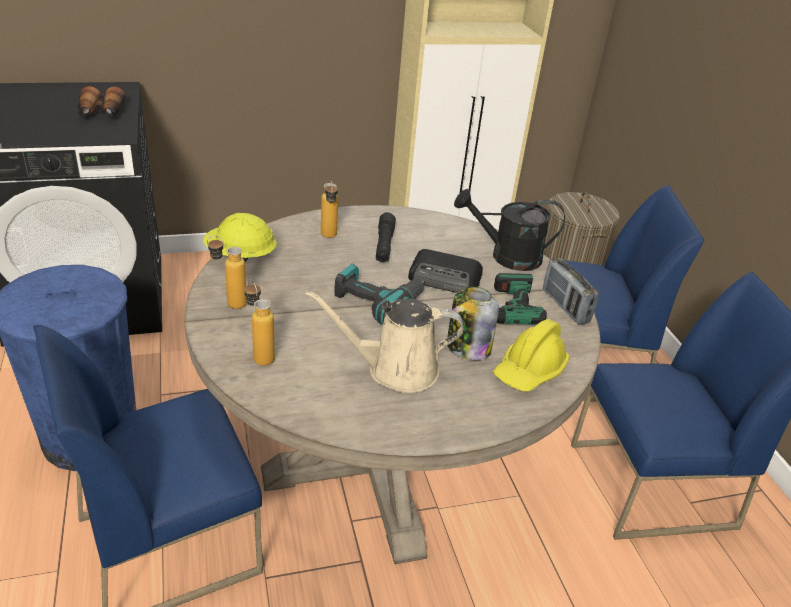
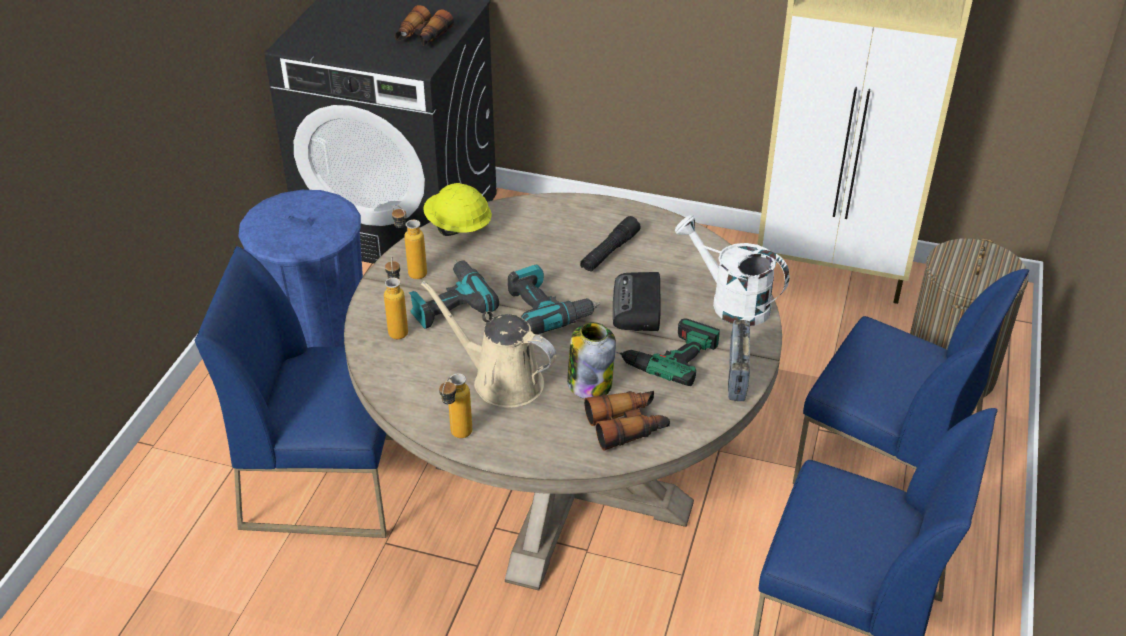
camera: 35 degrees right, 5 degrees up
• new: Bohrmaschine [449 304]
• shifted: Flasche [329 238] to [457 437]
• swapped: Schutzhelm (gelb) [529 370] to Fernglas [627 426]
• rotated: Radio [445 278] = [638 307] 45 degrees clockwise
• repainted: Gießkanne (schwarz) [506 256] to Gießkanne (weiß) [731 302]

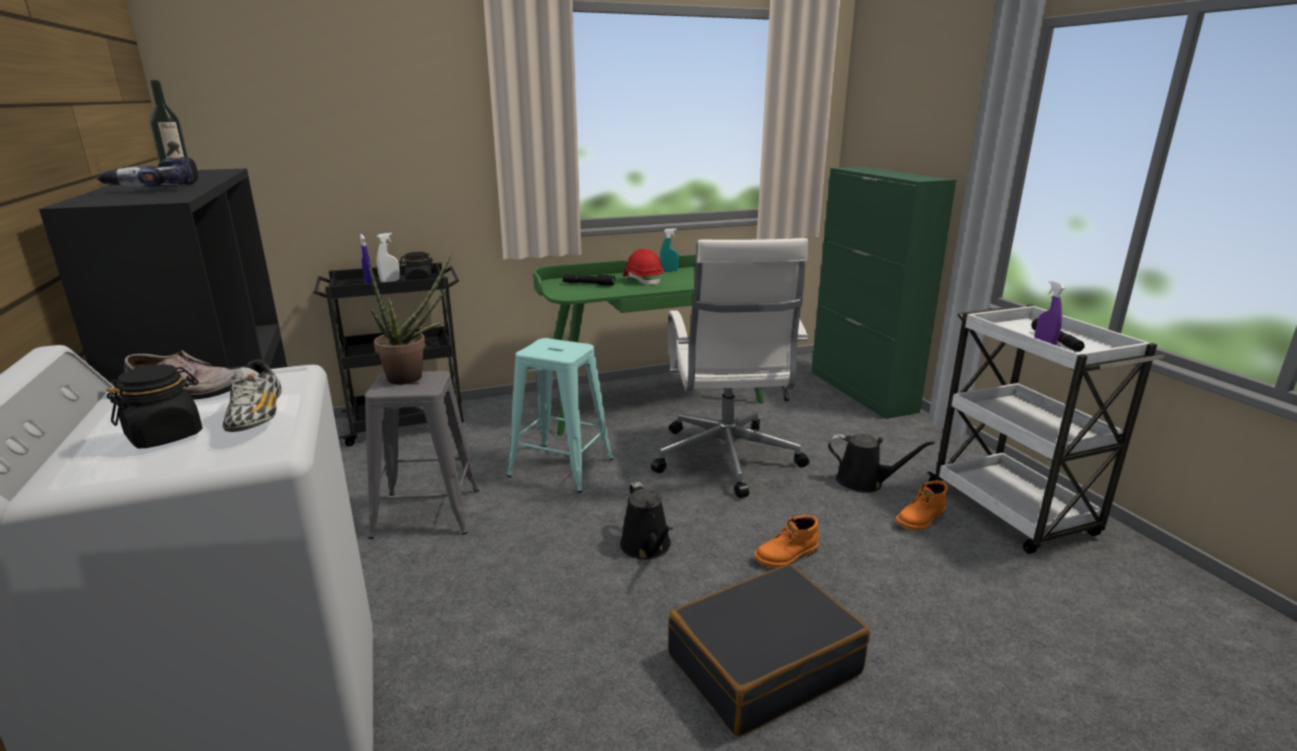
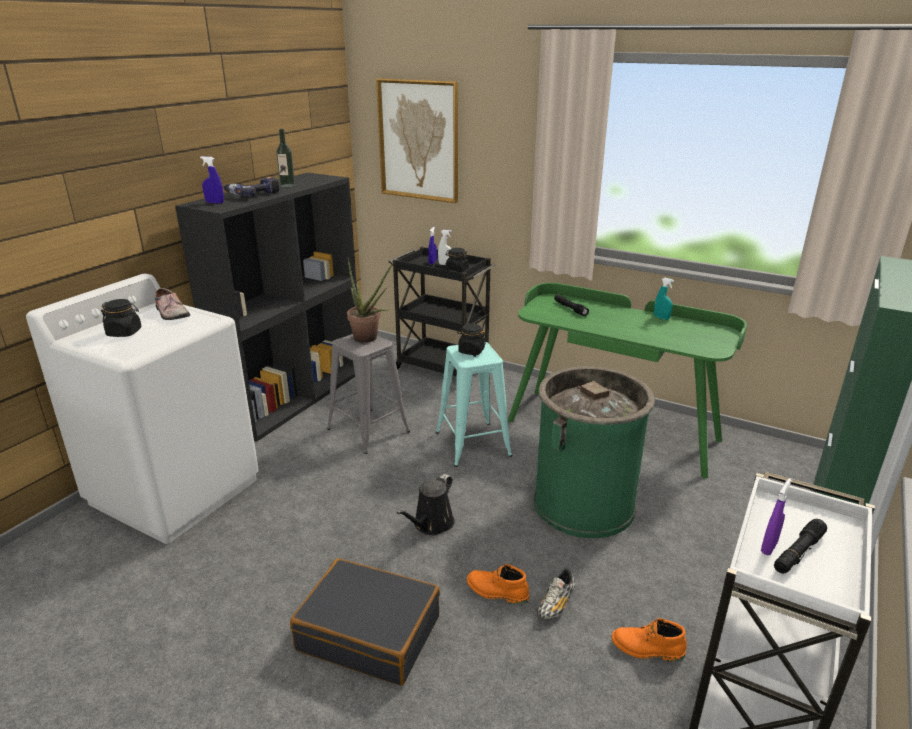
camera: 50 degrees right, 5 degrees up
• new: Sprühflasche (blau) [215 203]
• new: Bild [418 140]
• new: Vorratsglas (schwarz) [471 351]
• swapped: Bürostuhl (weiß) [726 460] to Mülleimer (grün) [583 504]
• shifted: Schuh [257 418] to [556 603]
• gone: Schutzhelm (rot) [643 280]
• gone: Gießkanne (schwarz) [864 482]

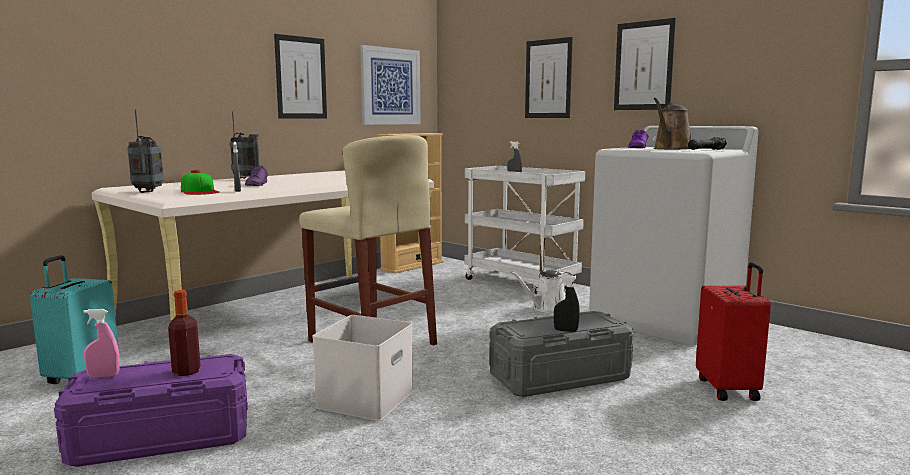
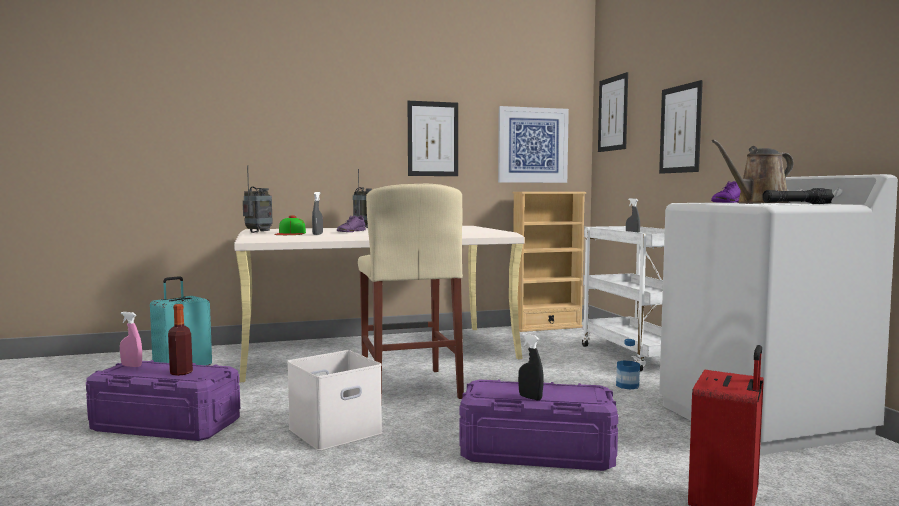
camera: 30 degrees right, 5 degrees down
• repainted: Aufbewahrungsbox (grau) [560 377] to Aufbewahrungsbox (lila) [537 452]
• shifted: Bild [643 66] to [613 113]
• swapped: Gießkanne (weiß) [547 309] to Flasche [627 385]

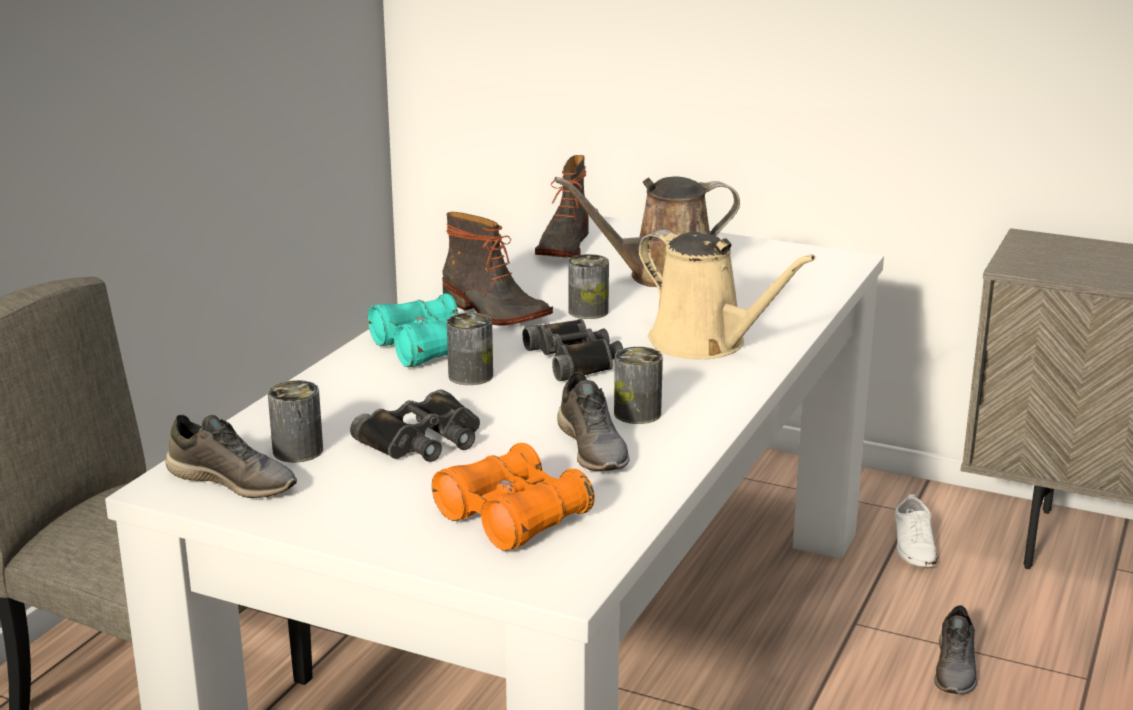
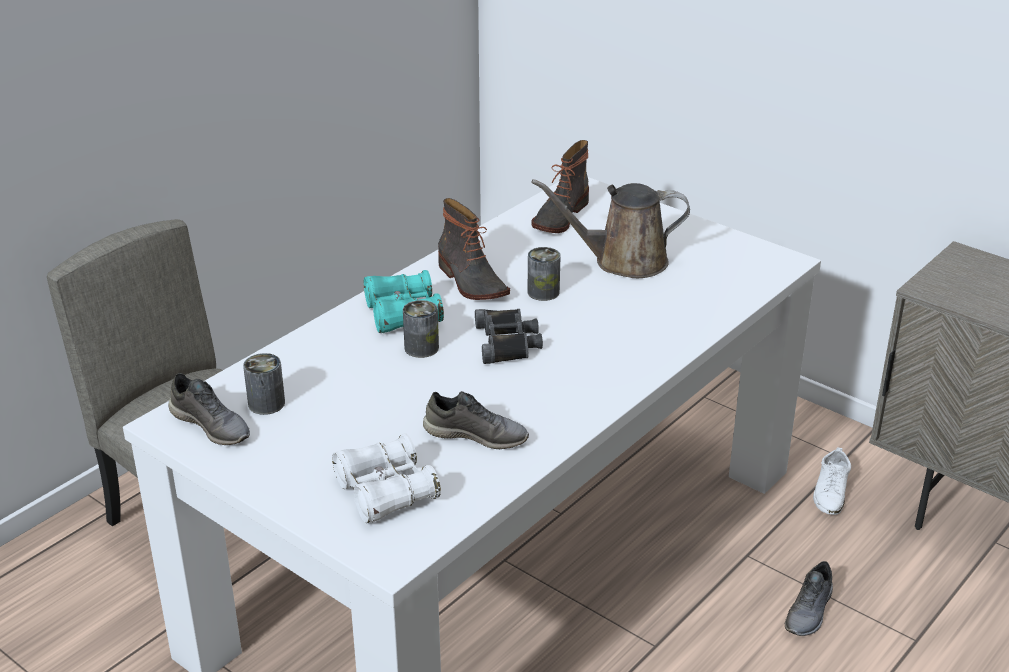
camera: 15 degrees right, 10 degrees up
• repainted: Fernglas (orange) [512 517] to Fernglas (weiß) [386 491]
• rotated: Schuh (grau) [594 448] = [476 435] 75 degrees counterclockwise
• gone: Fernglas (schwarz) [423 440]
• gone: Dose [637 413]
• gone: Gießkanne (beige) [704 343]

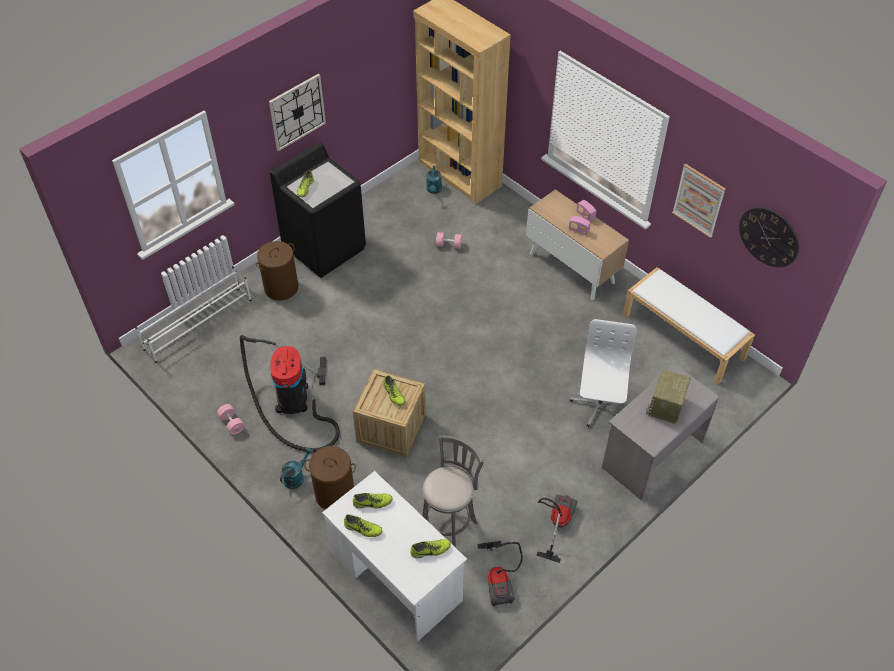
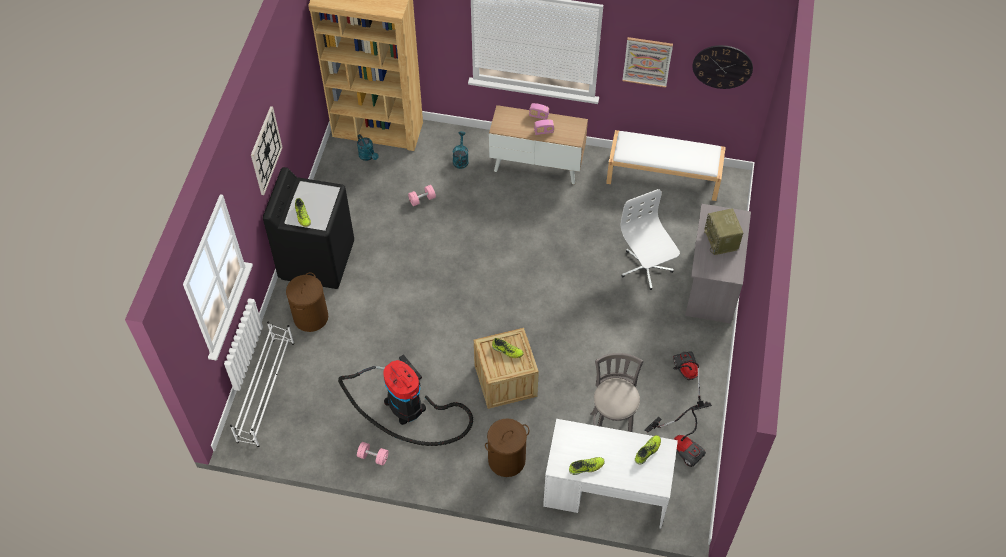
camera: 35 degrees left, 5 degrees up
• shifted: Gießkanne (türkis) [296 477] to [460 159]
• gone: Schuh [372 503]

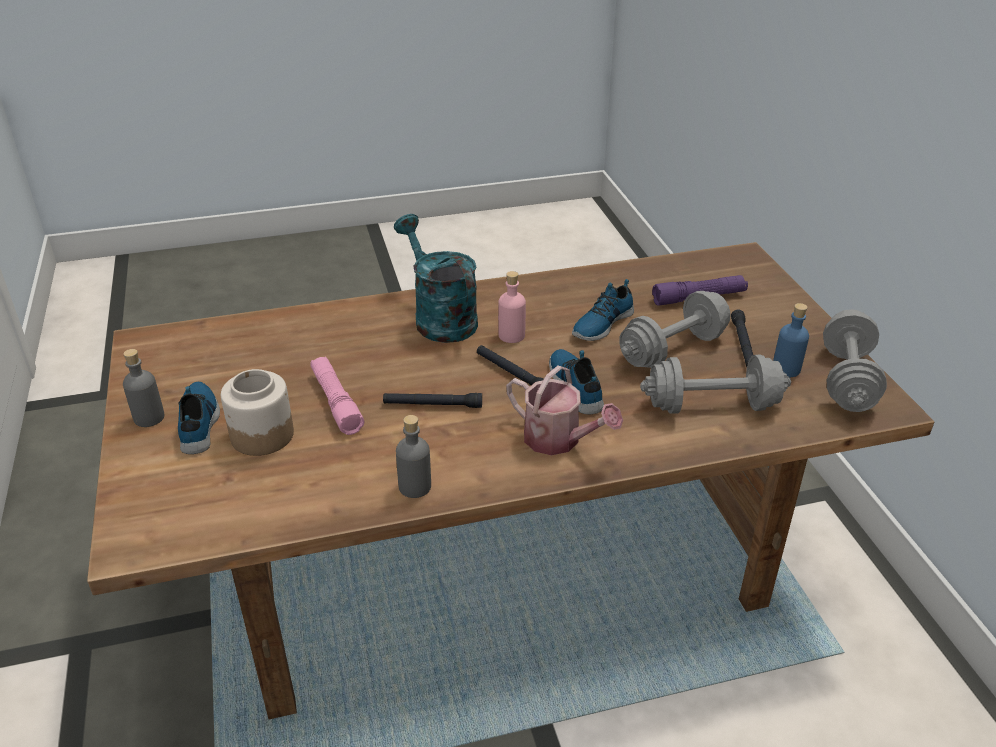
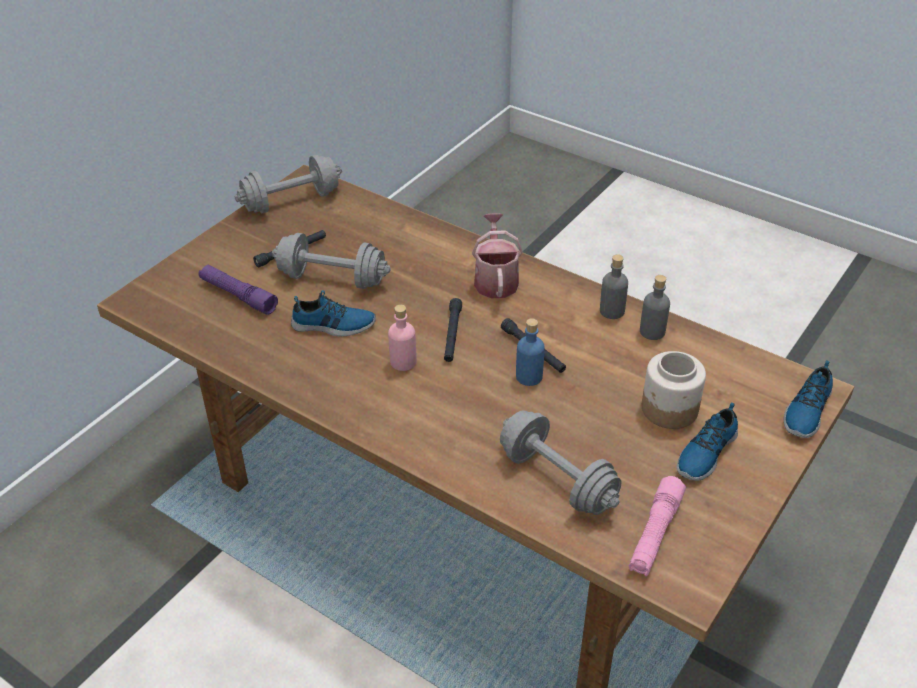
camera: 130 degrees left, 5 degrees up
• shifted: Hantel (grau) [711 405] to [557 479]
• shifted: Flasche (blau) [786 369] to [529 376]
• shifted: Taschenlampe (rosa) [336 402] to [655 534]
• shifted: Flasche (grau) [149 417] to [652 331]
• shifted: Schuh [577 386] to [806 411]
• gone: Gießkanne (türkis) [439 318]

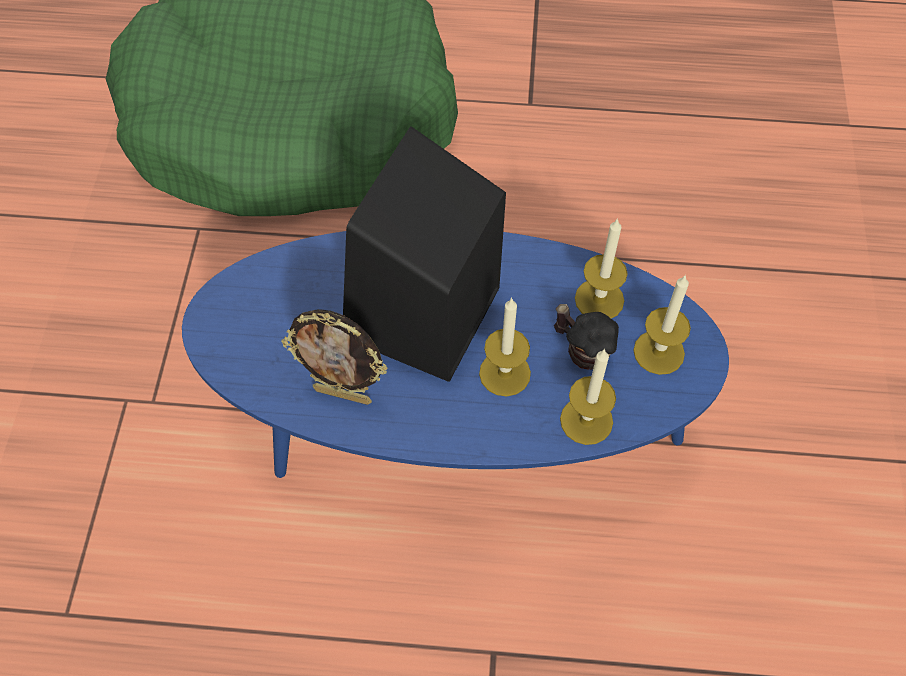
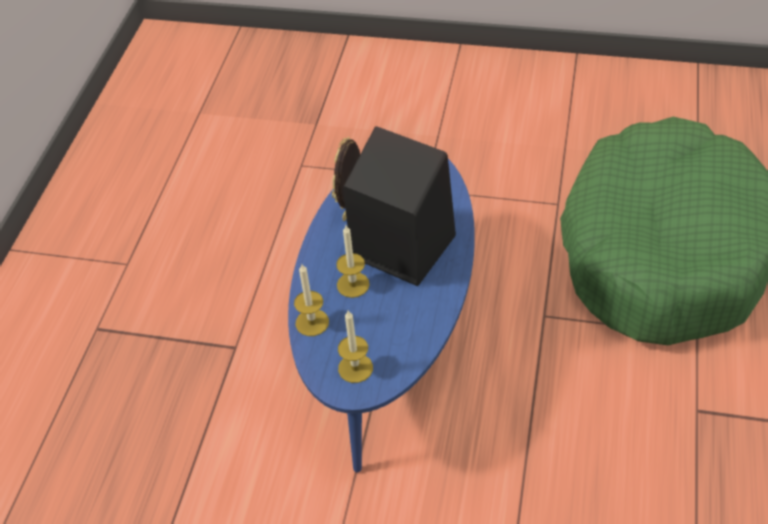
camera: 100 degrees right, 10 degrees down
• gone: Henkelbecher [582 350]
• gone: Kerze [599 299]

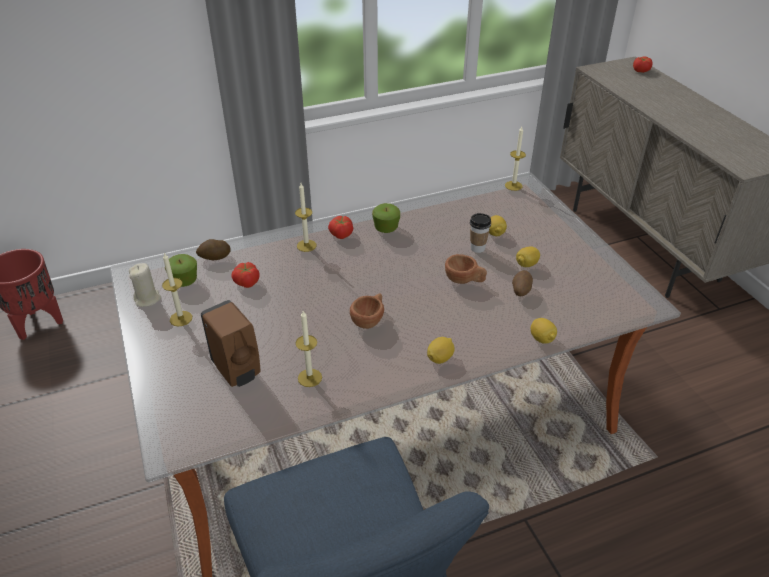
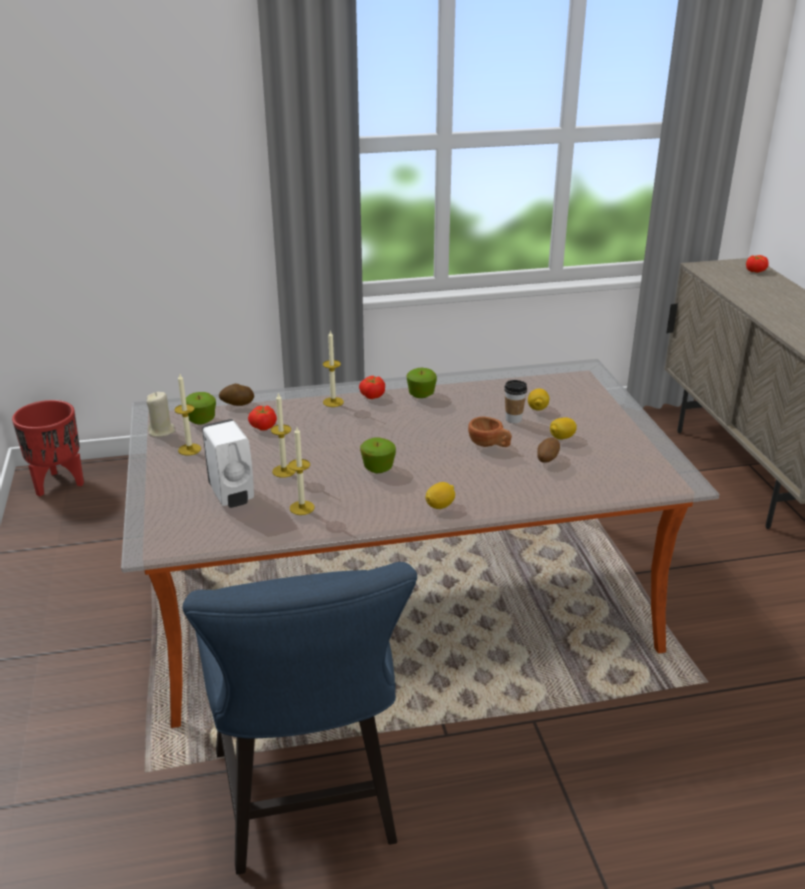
camera: 10 degrees right, 10 degrees down
• repainted: Seifenspender (braun) [237 371] to Seifenspender (weiß) [232 496]
• shifted: Kerze [513 186] to [284 471]
• swapped: Tasse (braun) [369 320] to Apfel [378 468]
• gone: Zitrone [542 339]

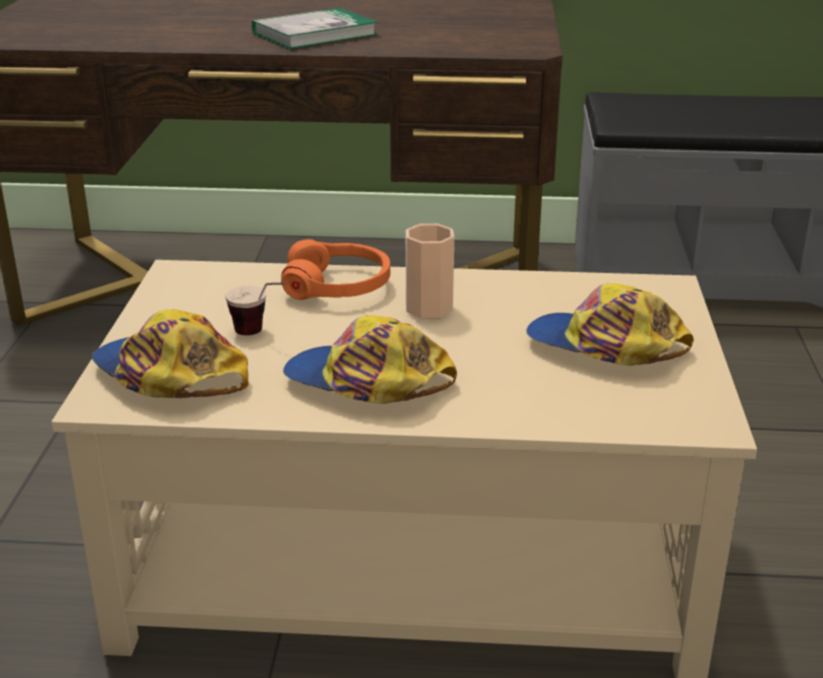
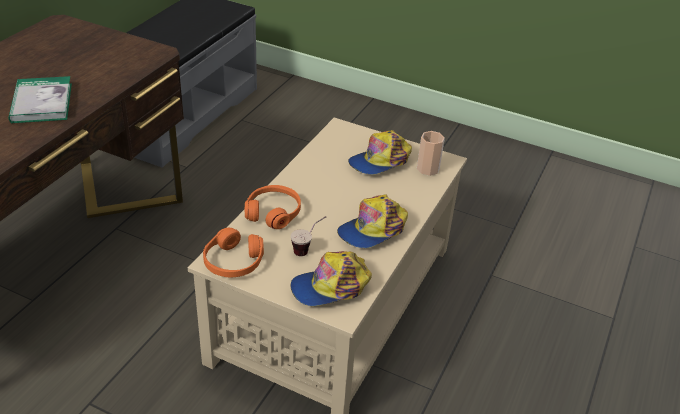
camera: 70 degrees left, 10 degrees up
• new: Kopfhörer (orange) [233 262]
• shifted: Tasse [429 308] to [428 169]

